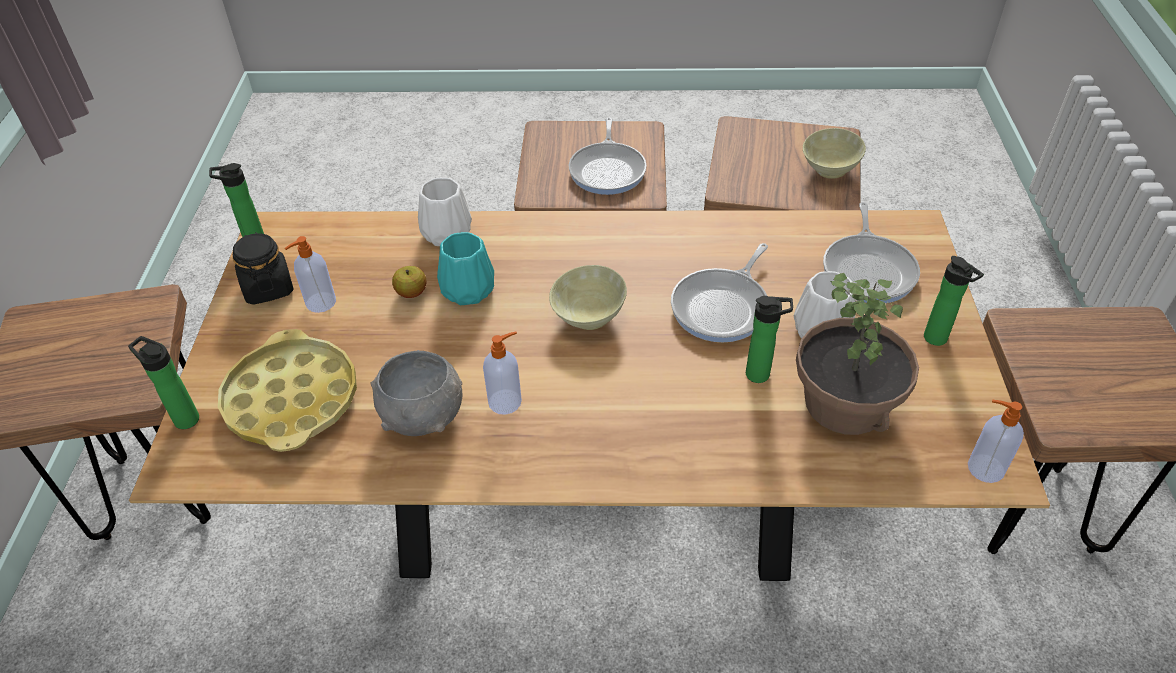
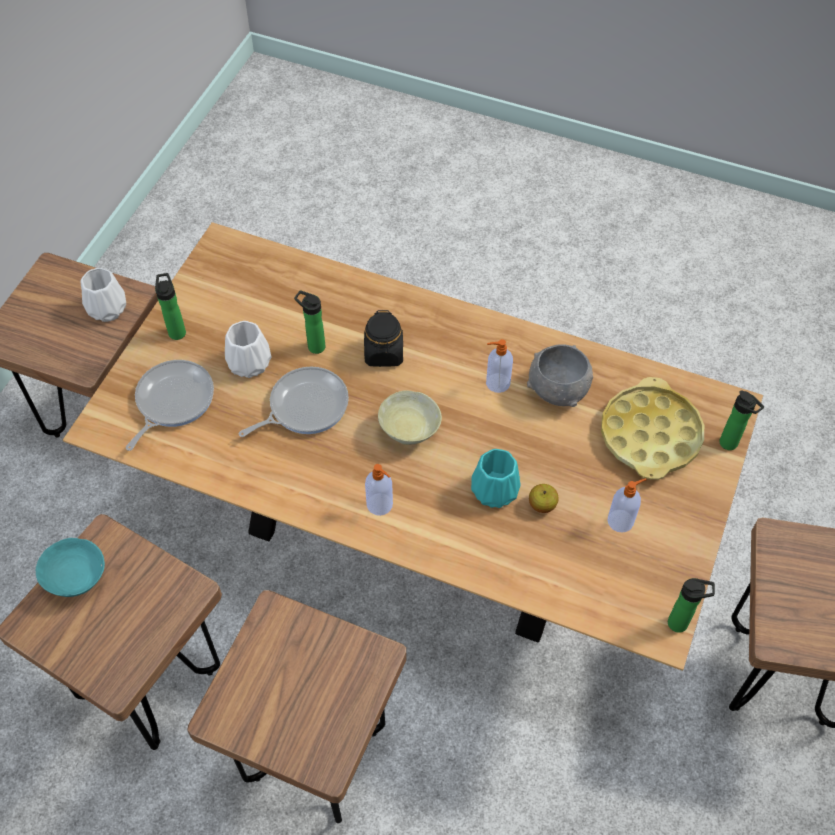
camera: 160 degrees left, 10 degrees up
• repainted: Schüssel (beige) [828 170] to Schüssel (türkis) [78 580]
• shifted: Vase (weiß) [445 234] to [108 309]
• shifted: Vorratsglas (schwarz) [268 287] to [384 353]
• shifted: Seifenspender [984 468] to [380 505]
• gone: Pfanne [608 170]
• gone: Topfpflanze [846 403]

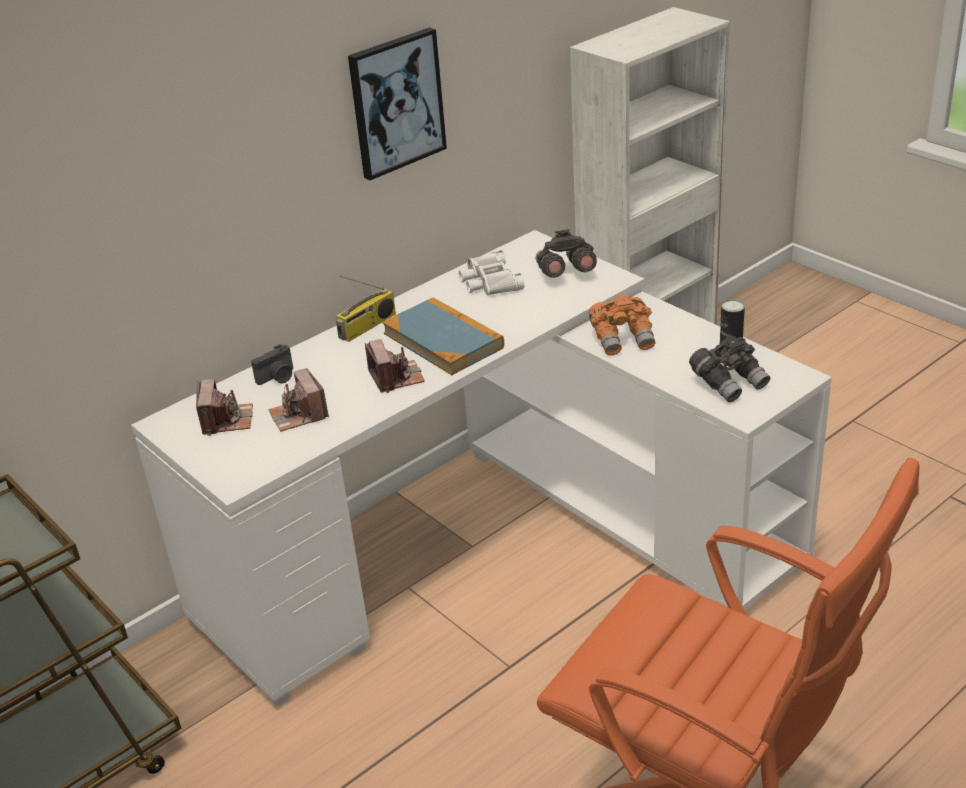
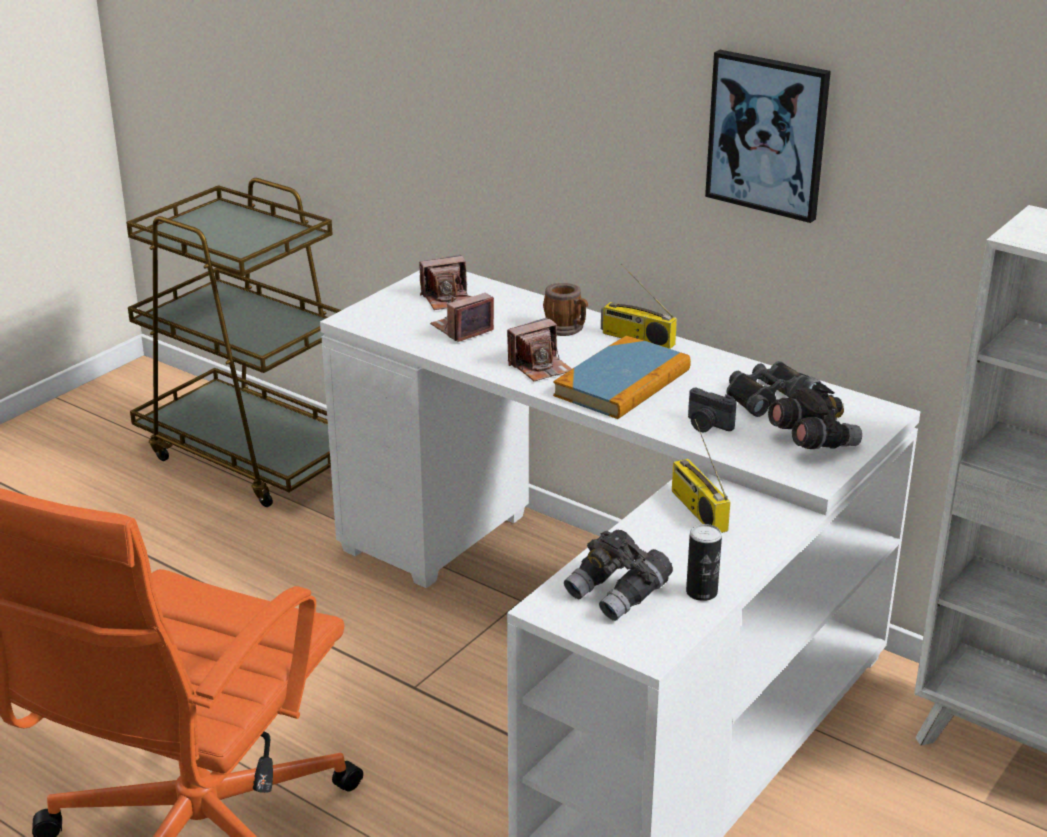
camera: 75 degrees right, 5 degrees down
• new: Henkelbecher [566 328]
• swapped: Fernglas (orange) [623 339] to Radio [696 510]
• shifted: Kamera [278 377] to [707 425]
• repainted: Fernglas (weiß) [489 281] to Fernglas (schwarz) [767 395]

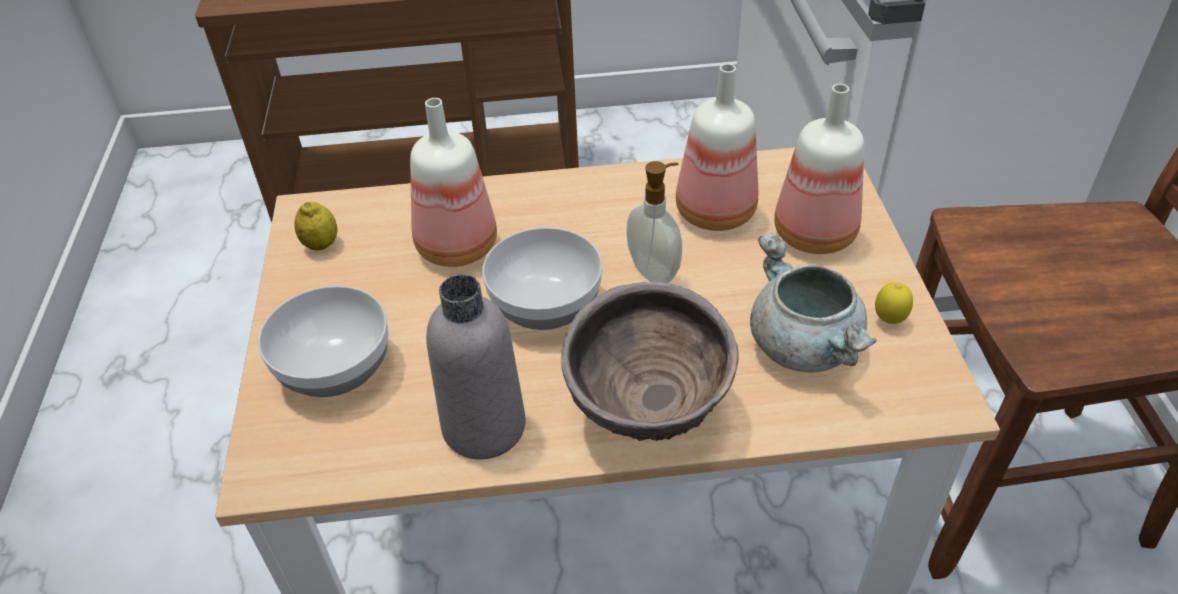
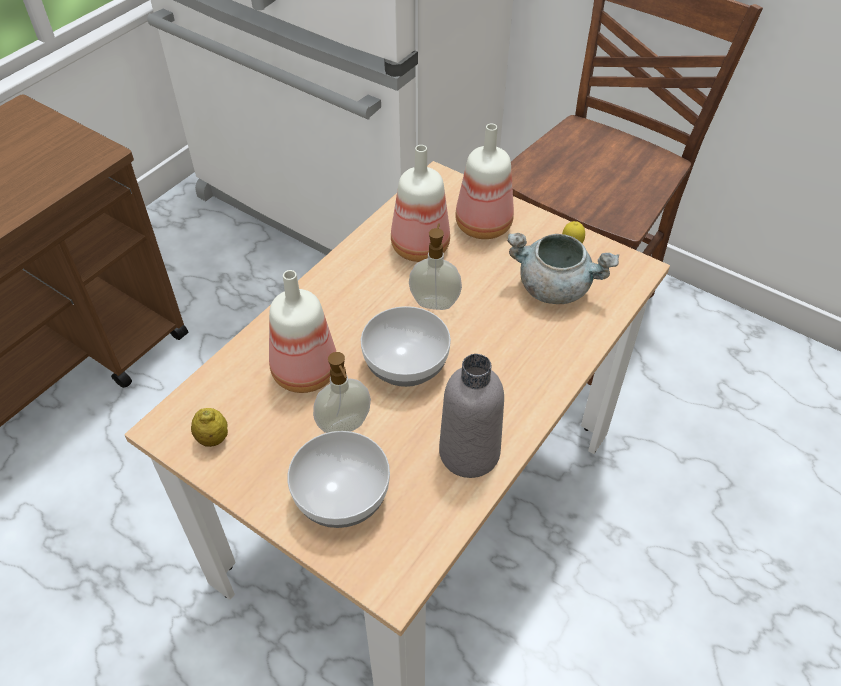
camera: 50 degrees left, 5 degrees up
• new: Seifenspender [345 427]
• gone: Schüssel (braun) [646 412]

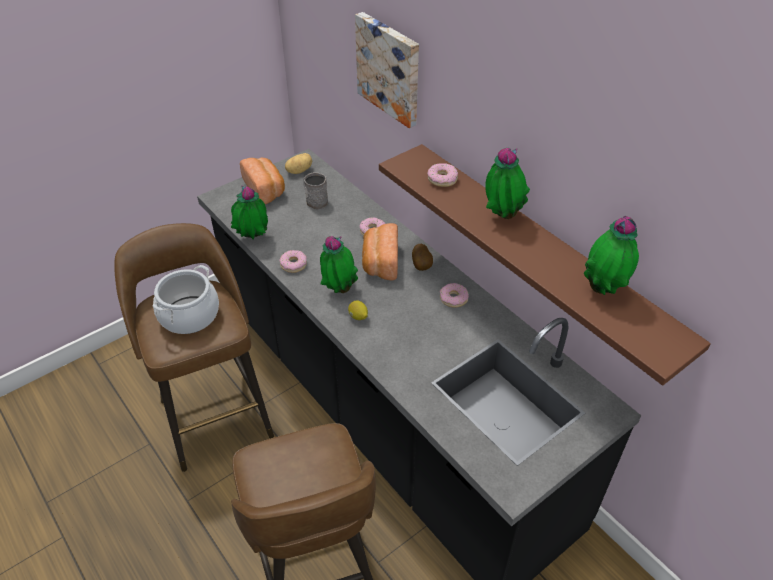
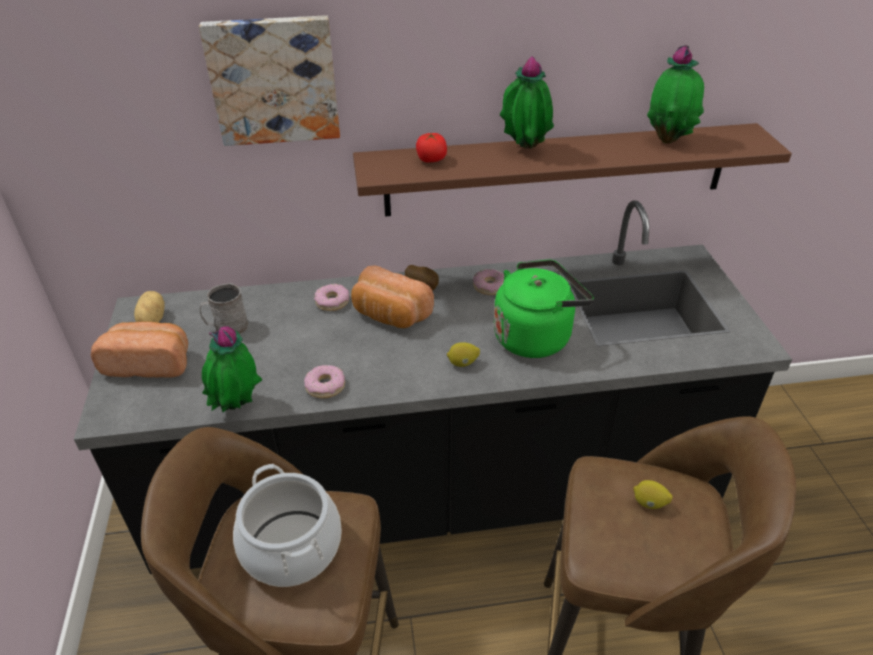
camera: 60 degrees left, 5 degrees down
• swapped: Donut [442 179] to Tomate [431 160]
• new: Wasserkessel (grün) [535 336]
• new: Zitrone [649 503]
• gone: Topfpflanze [339 289]

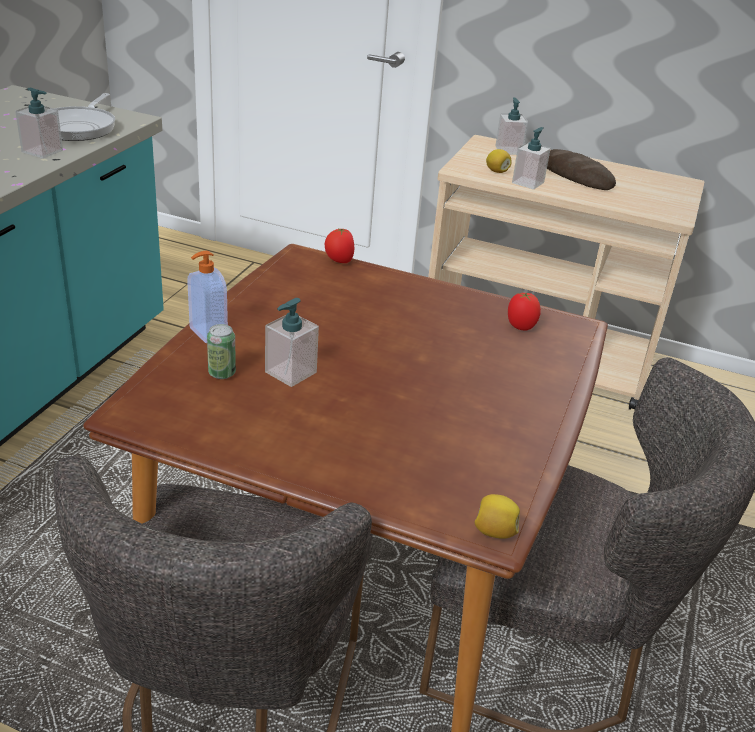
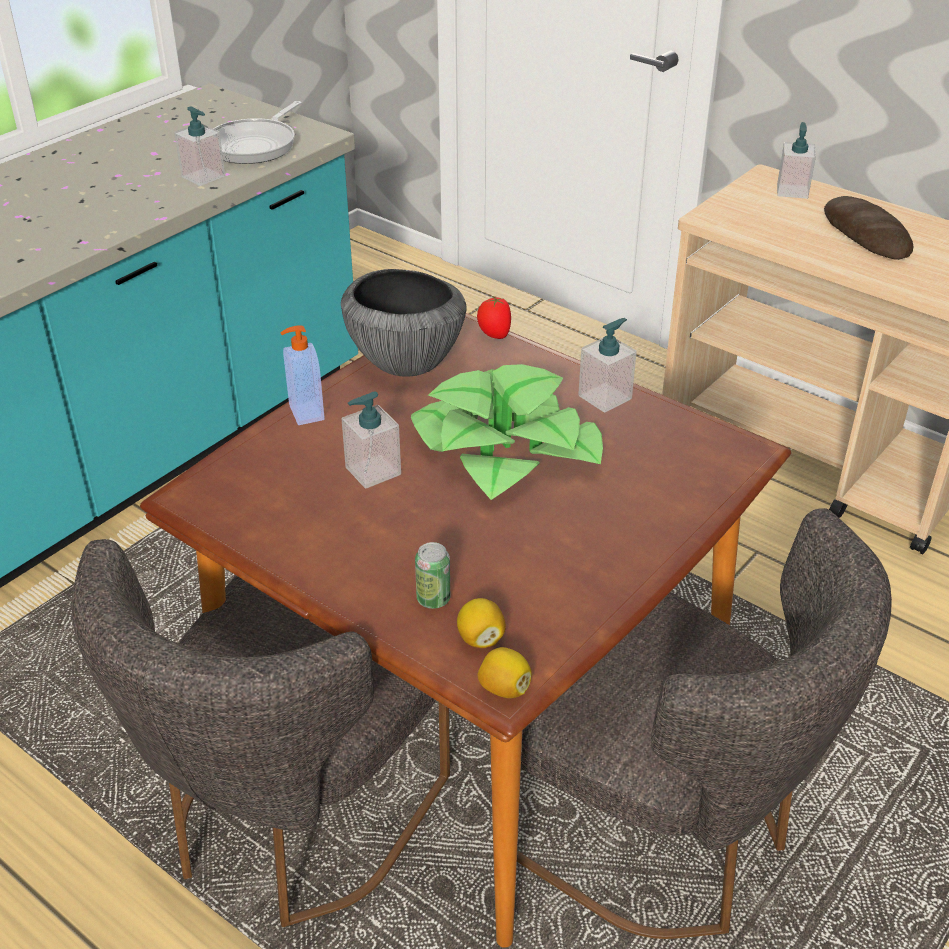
camera: 20 degrees right, 5 degrees up
• new: Schüssel [407 362]
• new: Topfpflanze [506 449]
• shifted: Dose [222 373] to [433 599]
• shifted: Zitrone [497 171] to [480 638]
• shifted: Seifenspender [528 182] to [605 397]
• gone: Tomate [520 326]

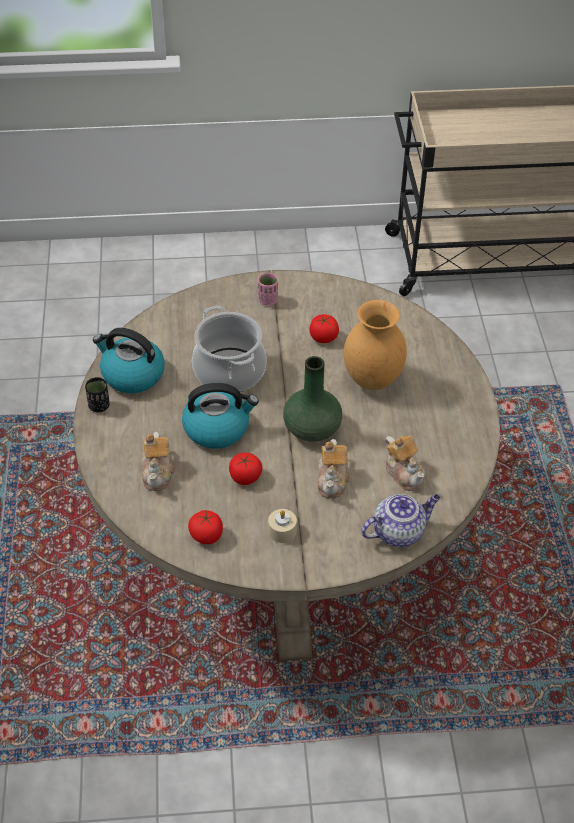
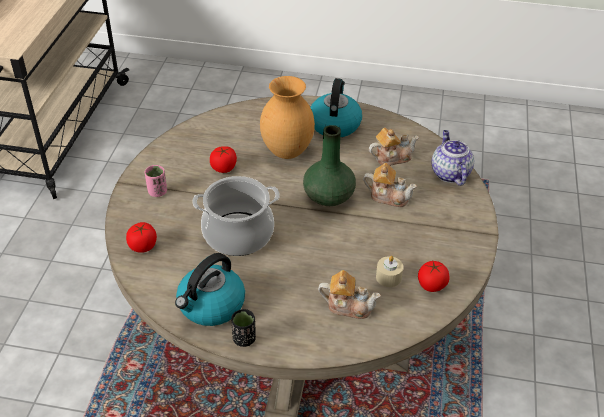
camera: 75 degrees left, 5 degrees down
• shifted: Tomate [245 477] to [143 246]
• shifted: Wasserkessel [217 428] to [334 124]
• shifted: Kerze (beige) [282 531] to [388 277]

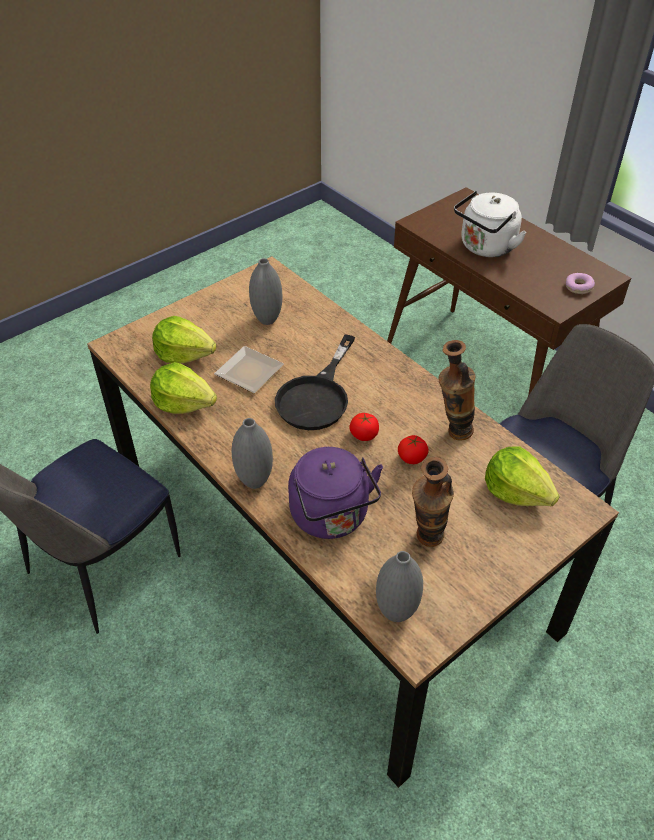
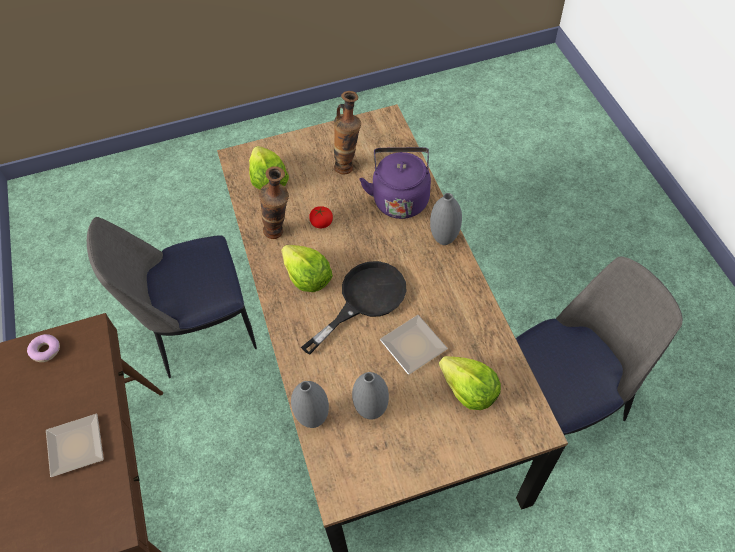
camera: 155 degrees left, 10 degrees up
• swapped: Wasserkessel (weiß) [485 248] to Teller [78 447]
• shifted: Salatkopf [183 402] to [307 277]
• shifted: Vase (grau) [396 612] to [313 419]
• gone: Tomate [364 435]

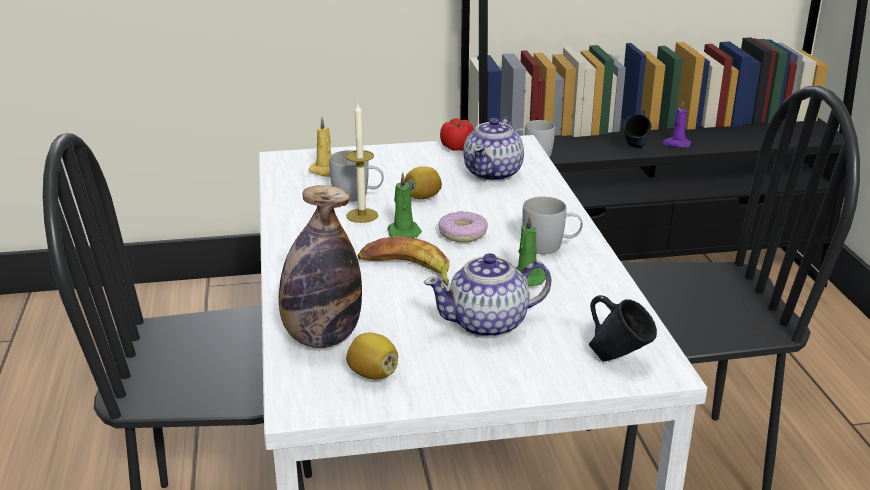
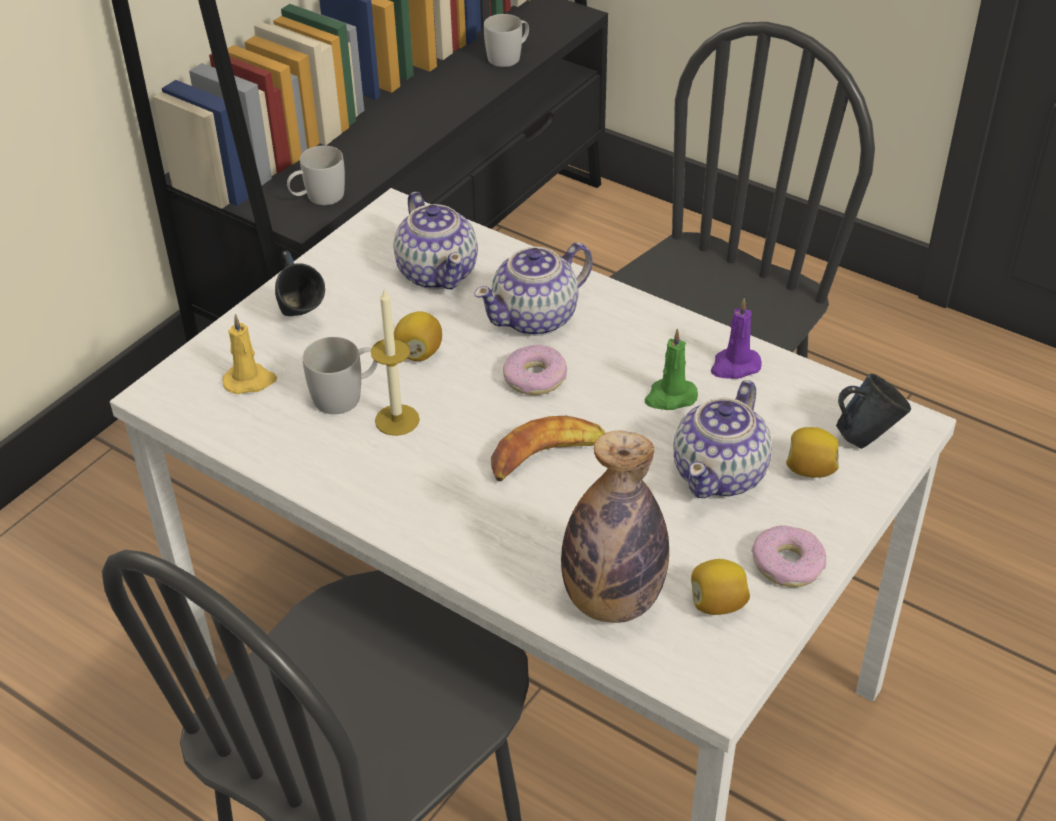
camera: 45 degrees left, 15 degrees up
• shifted: Henkelbecher (blau) [635 149] to [301 318]
• new: Teekanne [536 317]
• shifted: Henkelbecher (weiß) [550 246] to [509 56]
• shifted: Kerze (lila) [676 144] to [734 366]
• new: Donut [788 564]
• new: Zitrone [809 470]
• gone: Kerze (grün) [403 231]
• gone: Tomate [457 147]

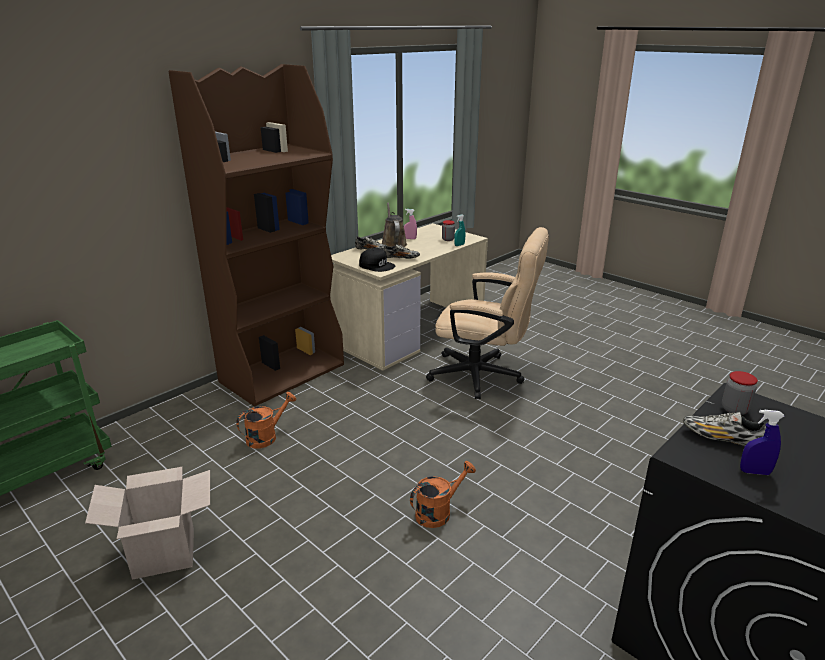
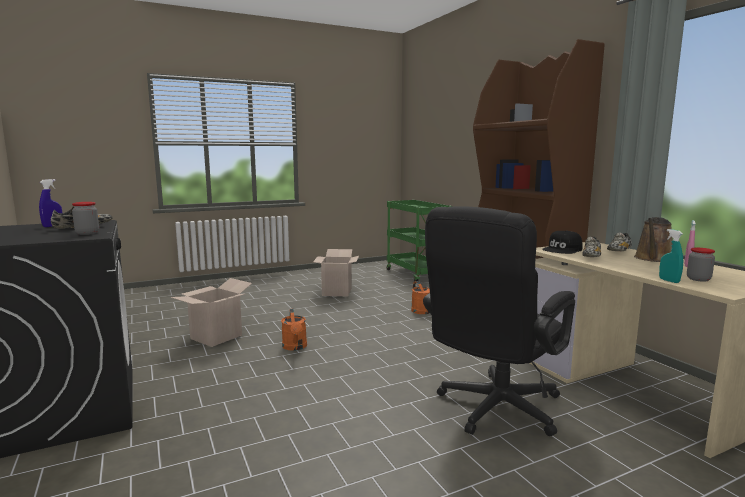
camera: 110 degrees right, 15 degrees down
• new: Karton [216 337]
• repainted: Bürostuhl (beige) [484 376] to Bürostuhl (schwarz) [493 411]
• rotated: Gießkanne (braun) [393 244] = [653 259] 120 degrees clockwise

